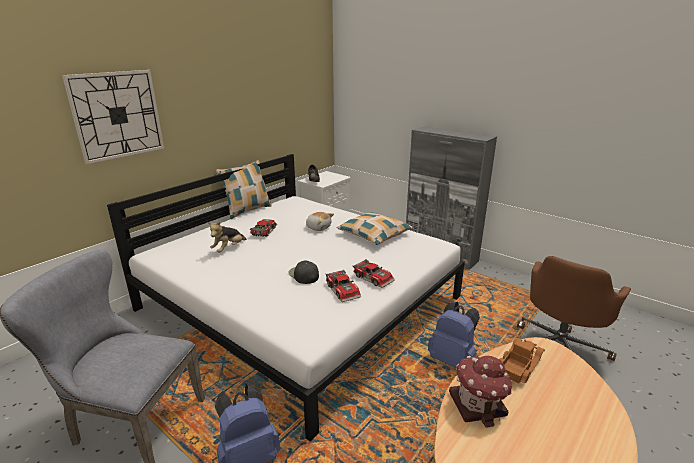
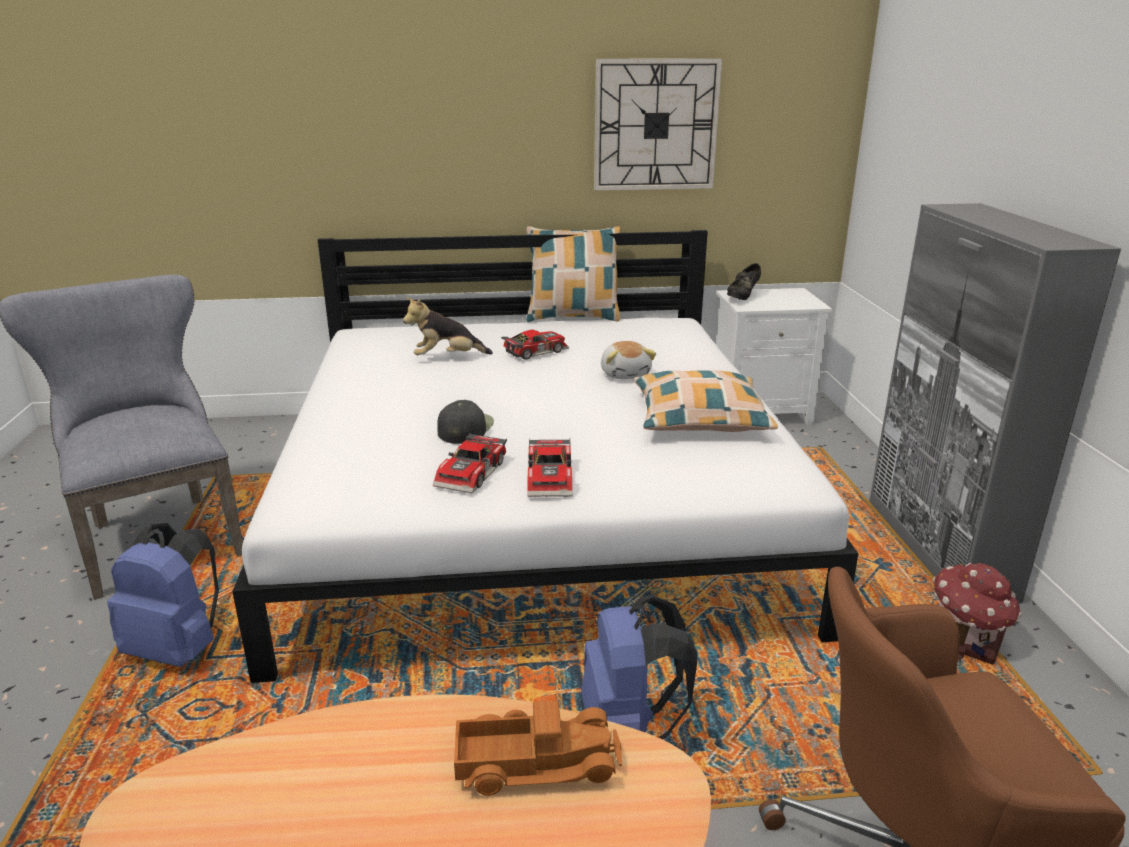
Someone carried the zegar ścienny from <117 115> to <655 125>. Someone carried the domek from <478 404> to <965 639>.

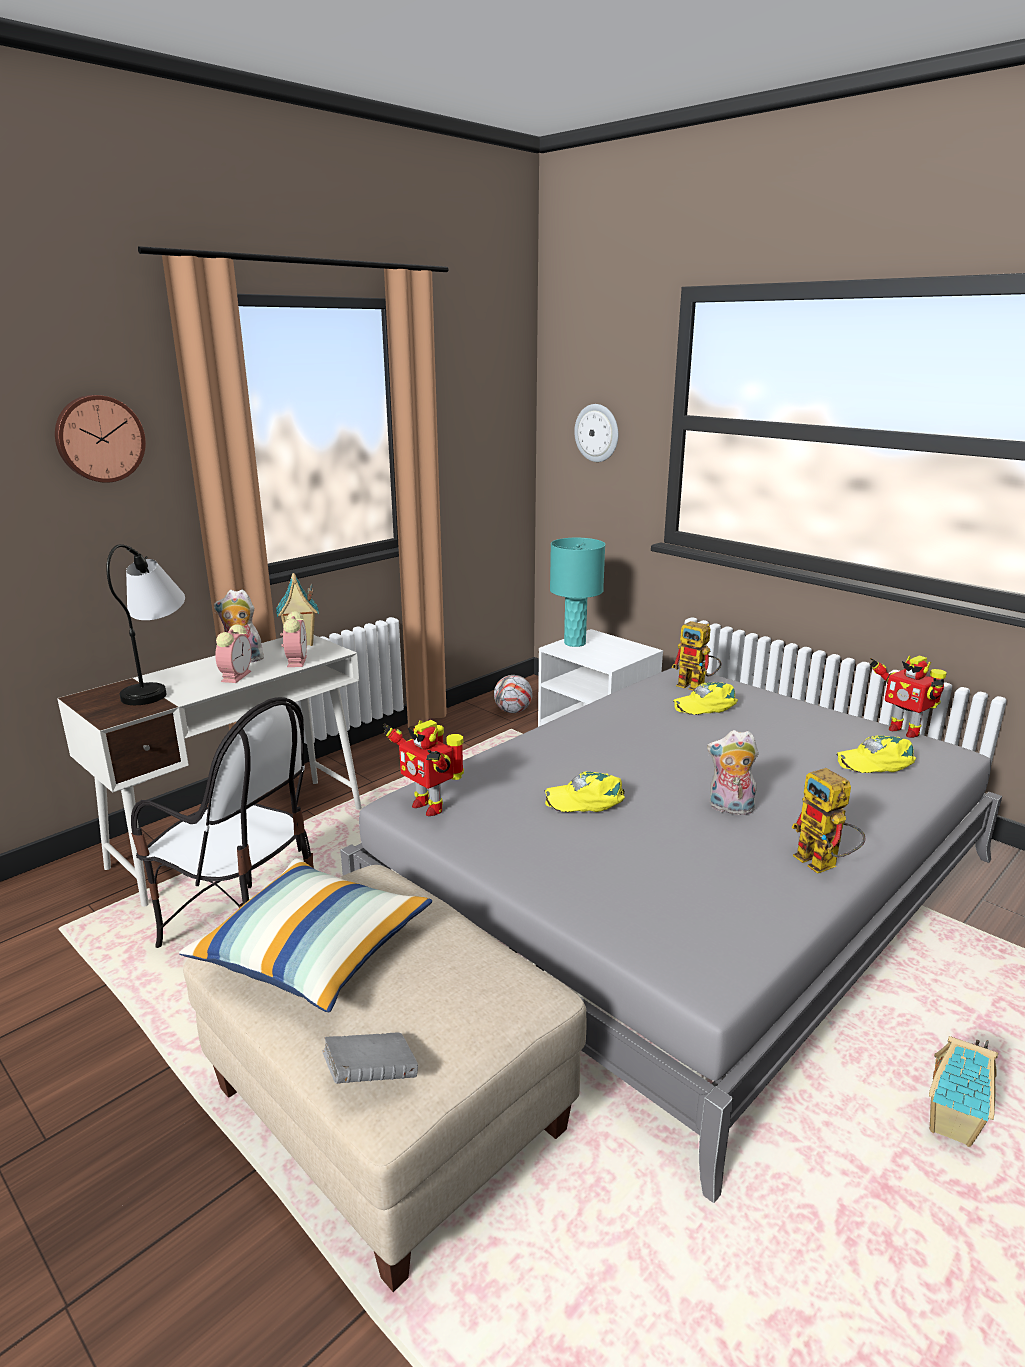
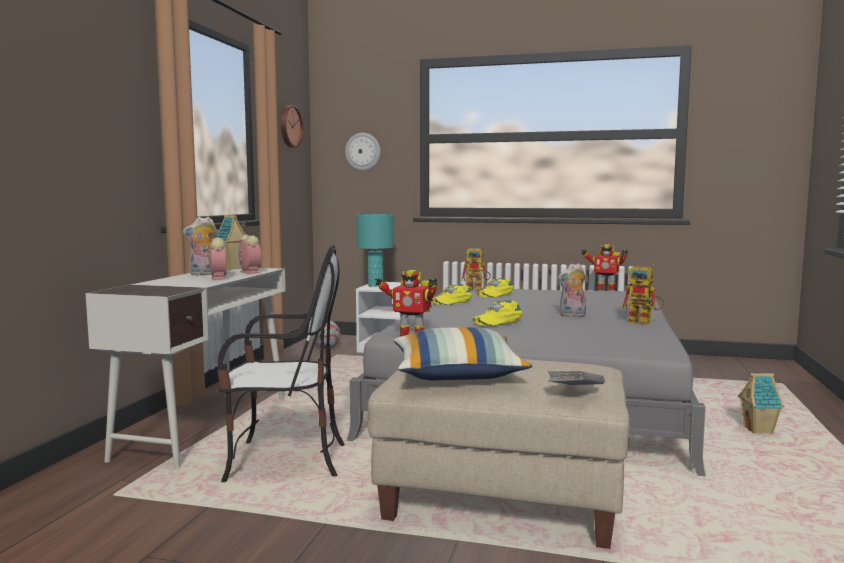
Someone carried the zegar ścienny from <99 438> to <289 126>. Someone took away the lampa stołowa at <160 685>. Someone carried the czapka z daszkiem/żółty from <876 761> to <452 301>.

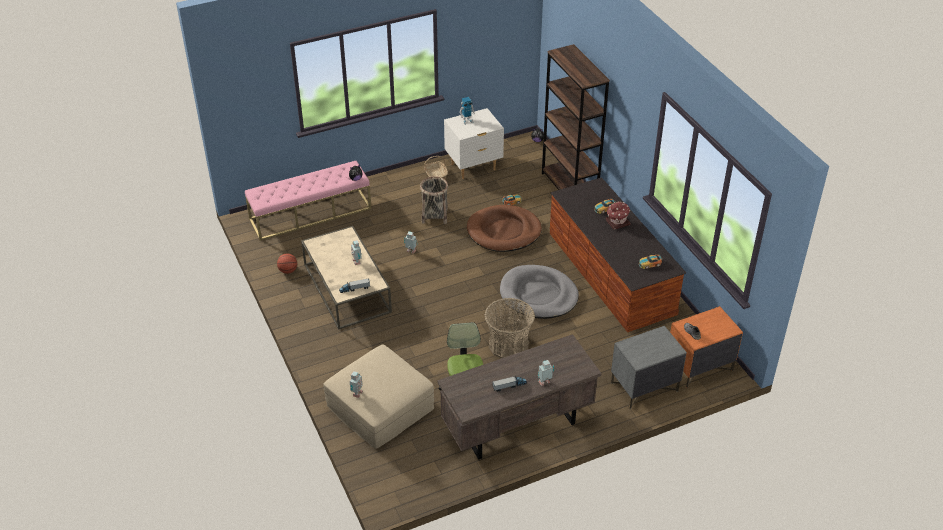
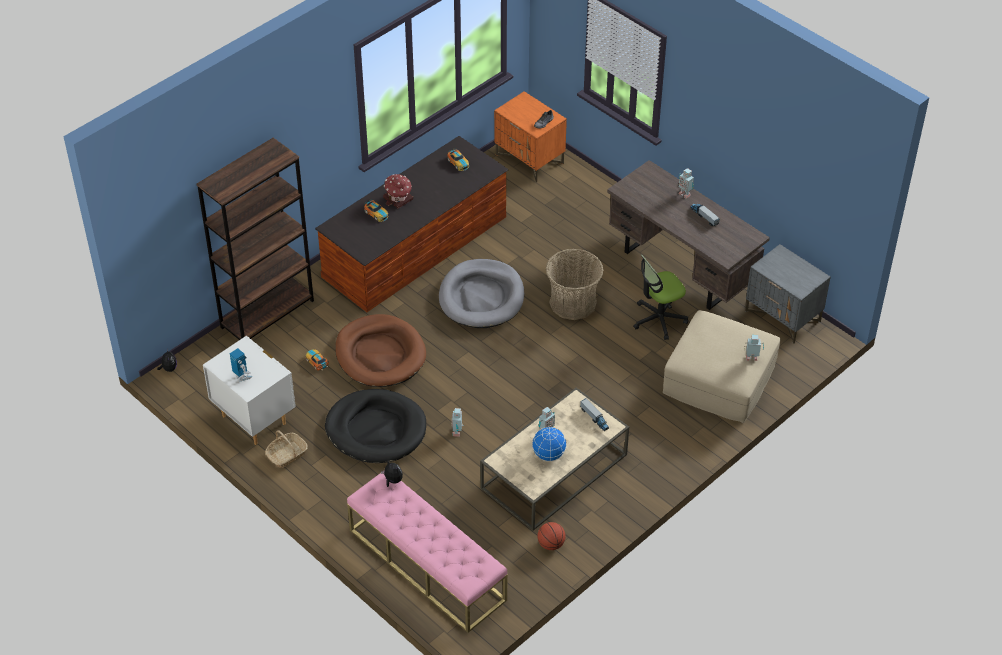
Someone swapped the koszyk at <435 215> for the legowisko/czarny at <376 429>. Someone carried the szafka nocna/szary from <644 387> to <783 316>. Someone put down the globus at <549 454>.

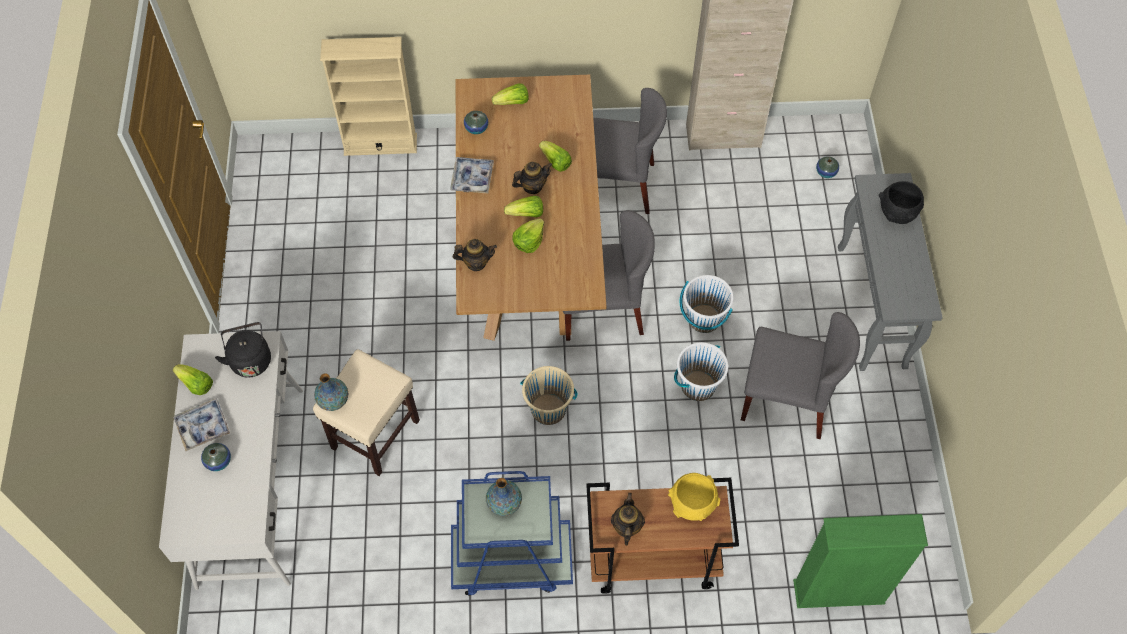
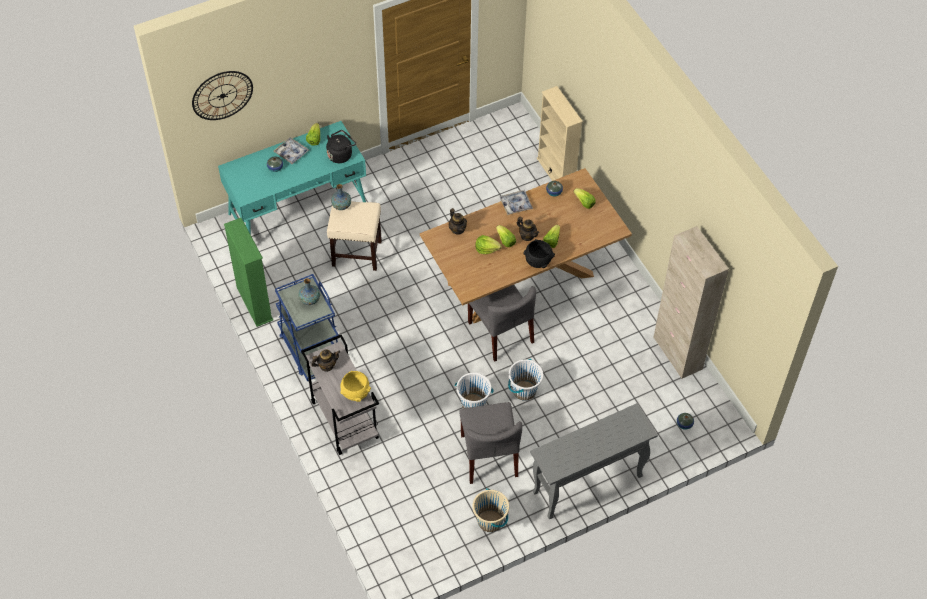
Someone repainted the biurko/biały at <251 484>, which became the biurko/turkusowy at <298 211>. Someone carried the wiadro/beżowy from <548 409> to <490 521>. Someone repainted the wózek/brązowy at <652 560>, which became the wózek/szary at <343 419>. Someone took away the krzesło/szary at <616 184>. Someone carried the regał/zielony from <838 592> to <254 304>. Someone carried the miska/czarny from <897 213> to <538 261>. Someone put up the zegar ścienny at <222 95>.

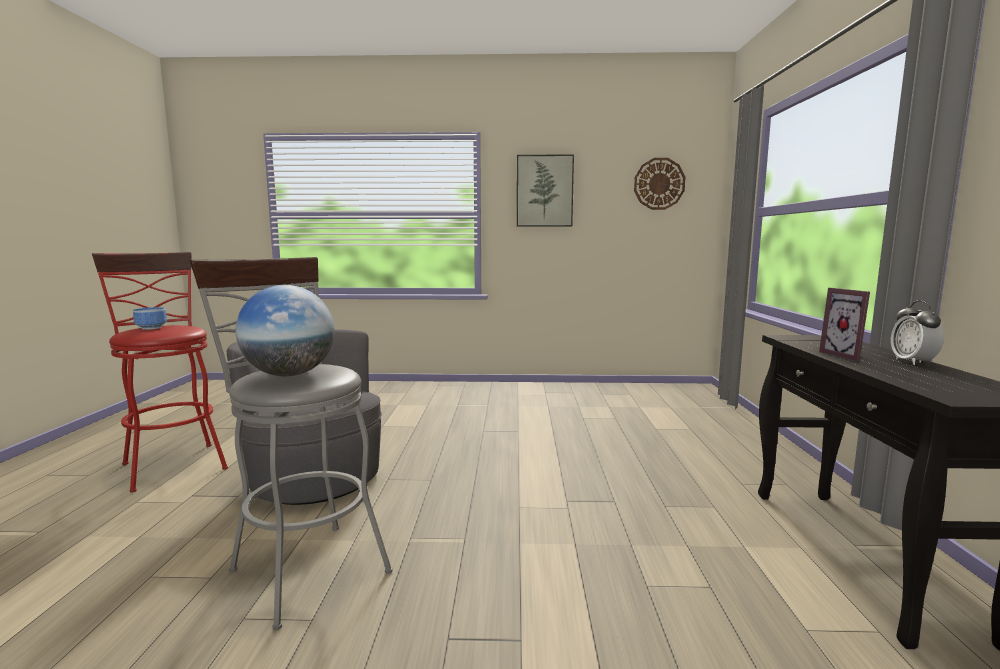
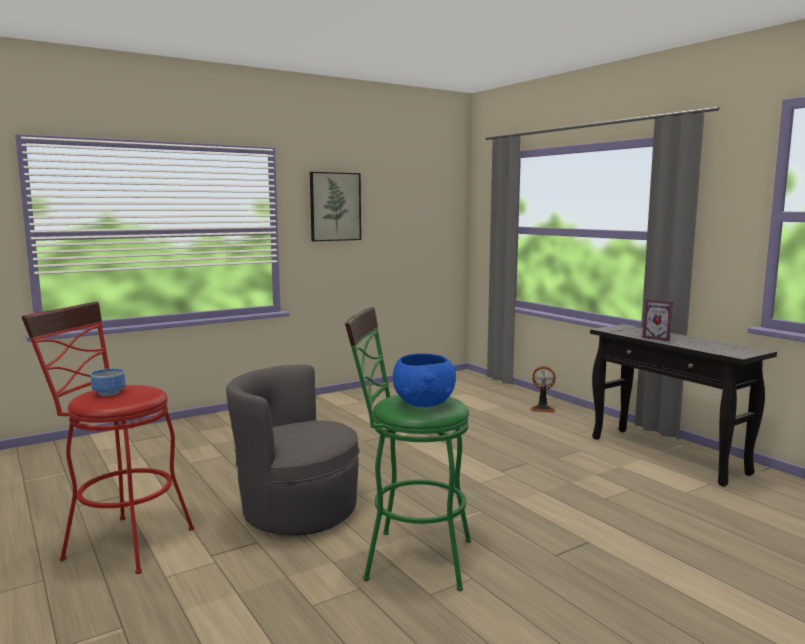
Someone repainted the stołek/szary at <304 565>, which became the stołek/zielony at <408 558>. Someone swapped the globus at <289 374> for the miska/niebieski at <425 403>. Someone took away the zegar ścienny at <659 184>. Someone took away the budzik at <912 362>. Someone put down the wentylator at <542 409>.

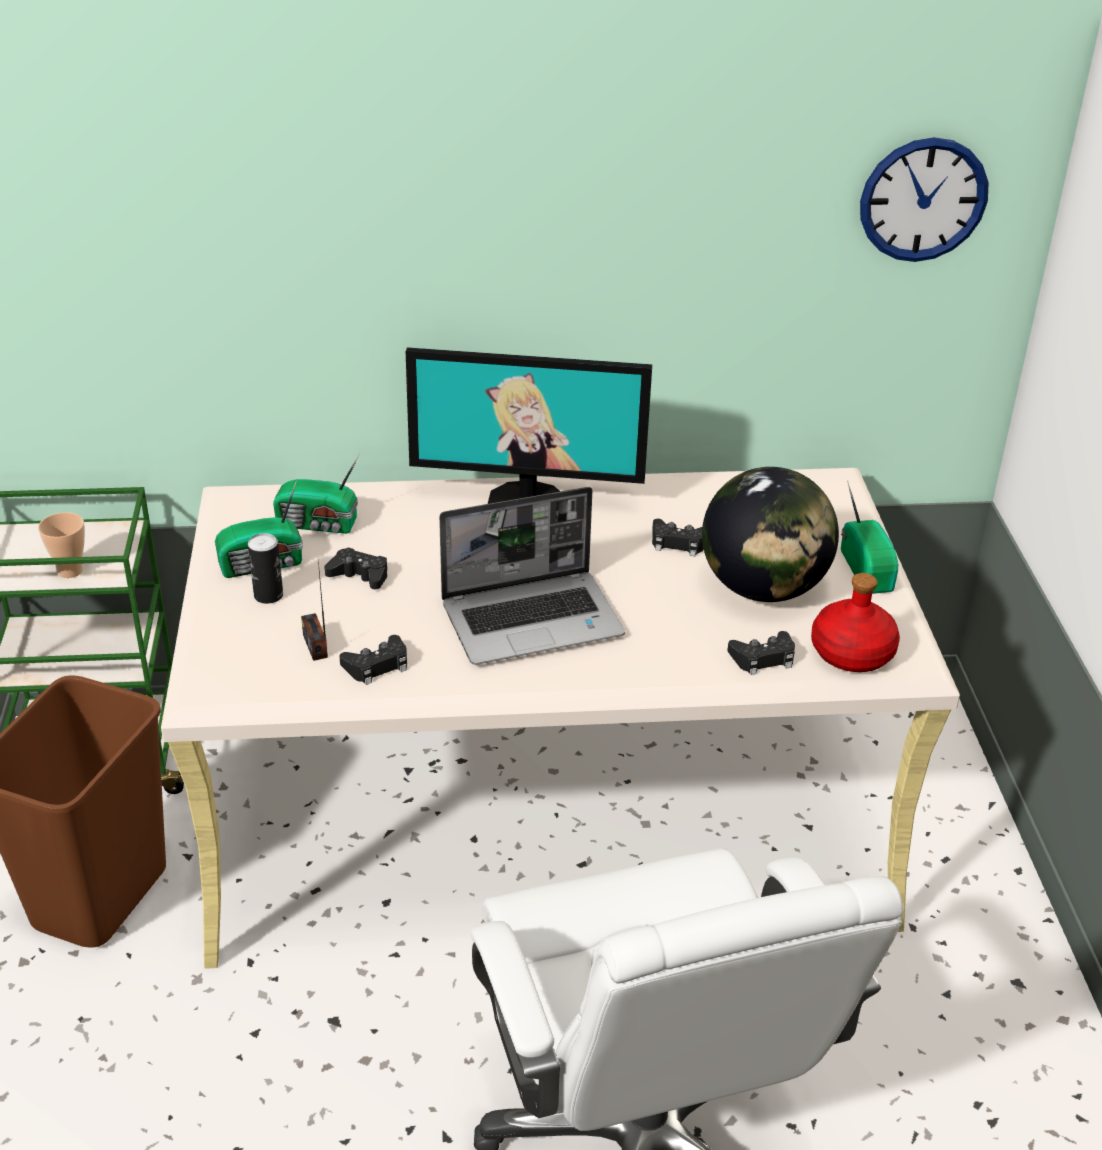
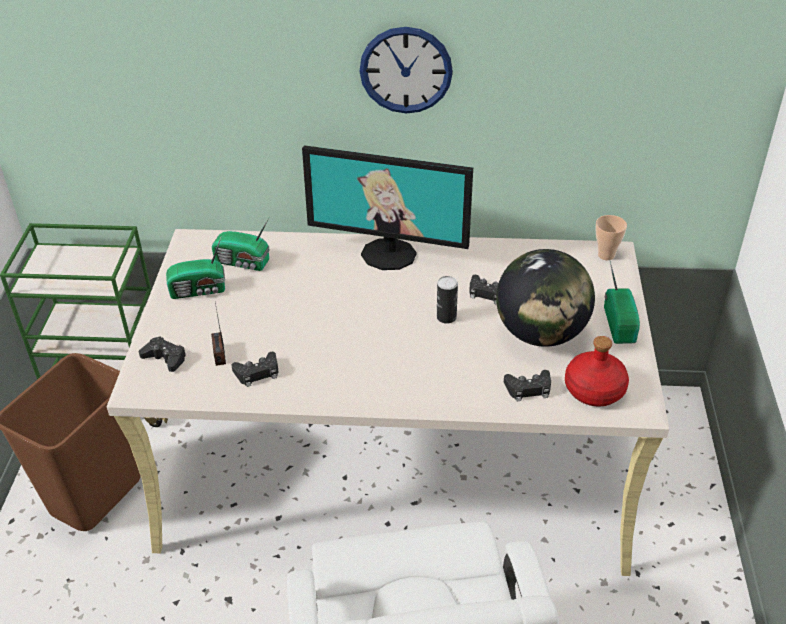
Someone carried the filiżanka from <70 571> to <606 255>. Someone carried the puszka from <268 595> to <446 317>. Someone carried the pad do gier/czarny from <359 575> to <165 358>. Someone took away the laptop at <533 619>. Someone carried the zegar ścienny from <923 200> to <406 70>.

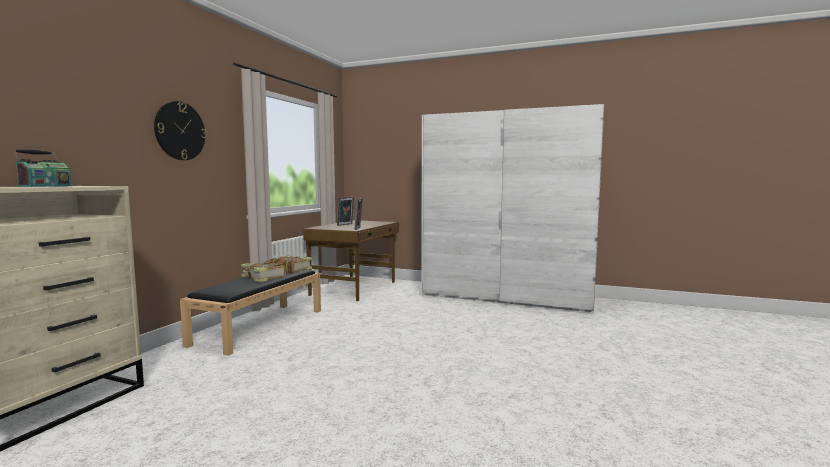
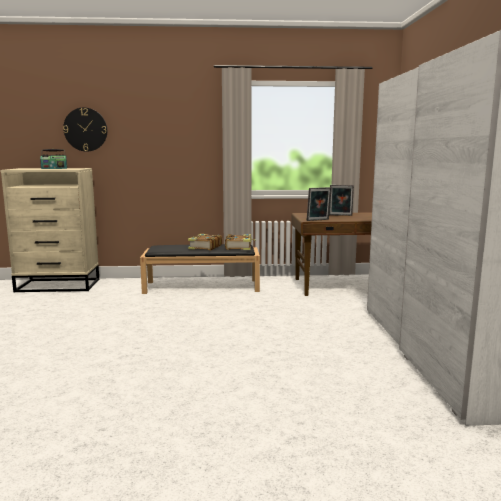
Someone carried the zegar ścienny from <180 131> to <85 129>.

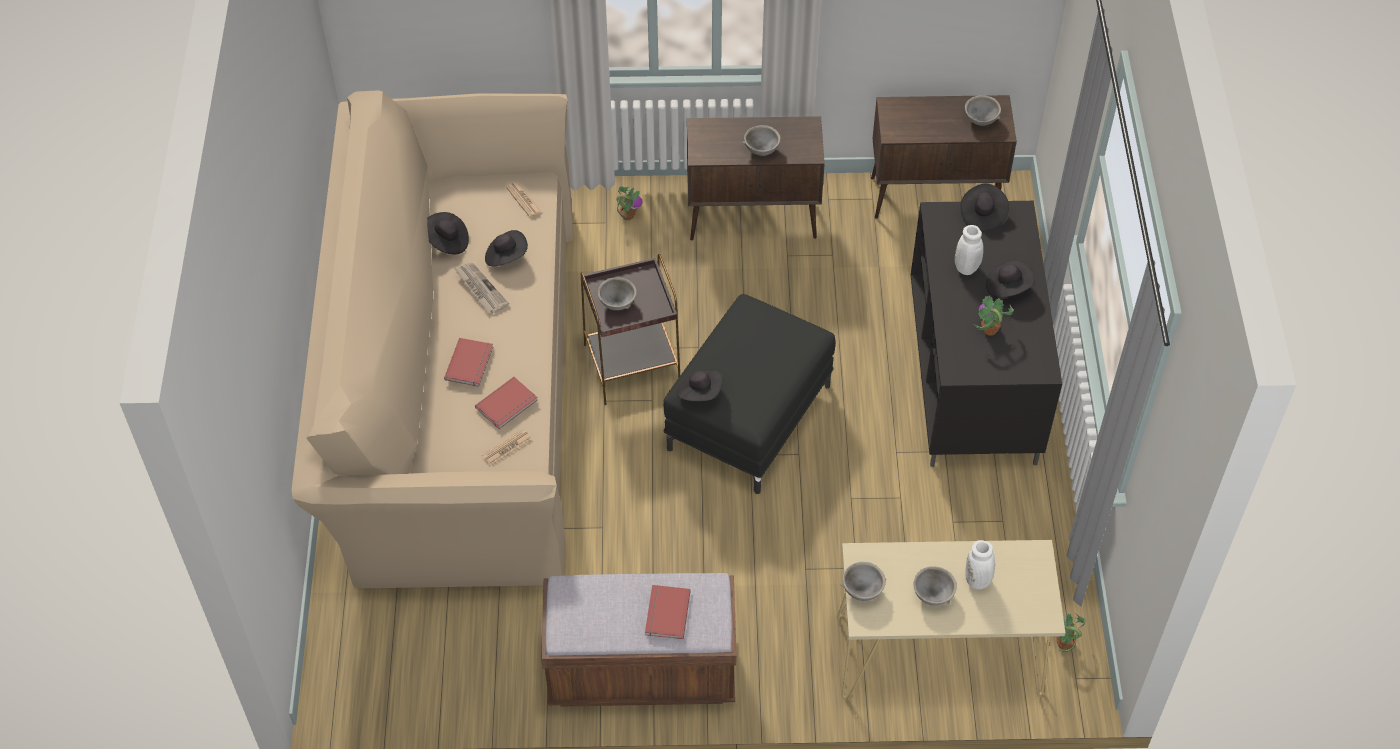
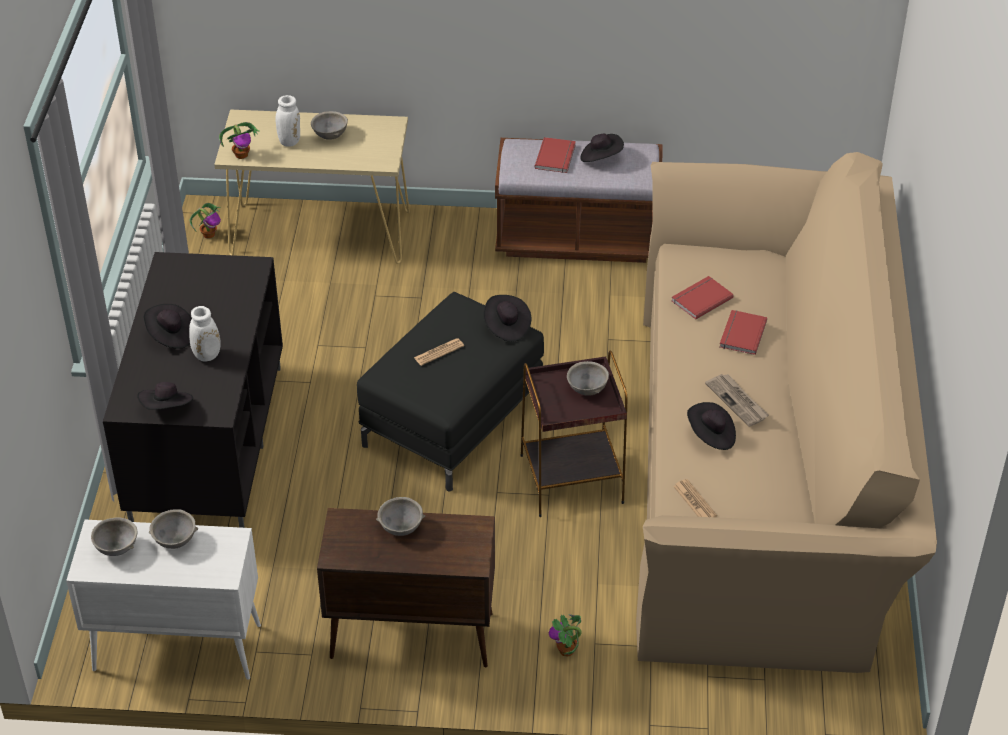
Someone carried the kapelusz/czarny from <447 241> to <601 158>. Someone carried the gazeta from <507 447> to <439 352>. Someone carried the miska/szary from <862 590> to <175 541>. Someone repainted the szafka/brązowy at <936 197>, which became the szafka/biały at <175 648>. Someone carried the roślina doniczkowa from <989 330> to <242 154>.

